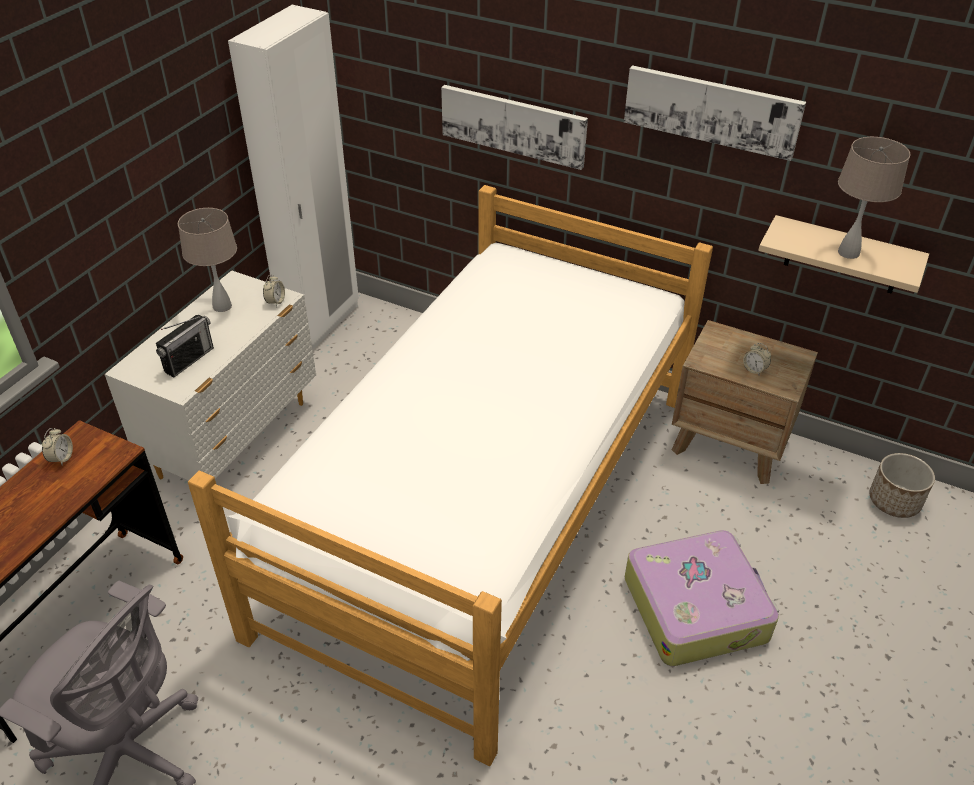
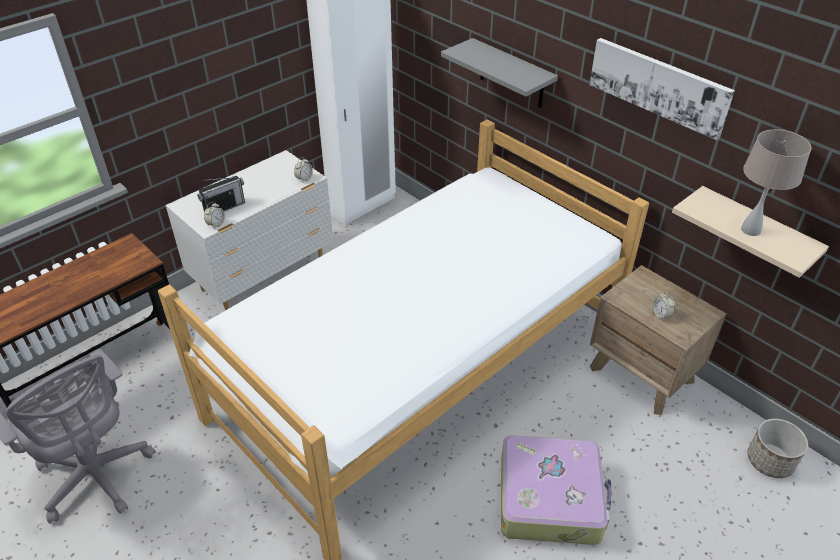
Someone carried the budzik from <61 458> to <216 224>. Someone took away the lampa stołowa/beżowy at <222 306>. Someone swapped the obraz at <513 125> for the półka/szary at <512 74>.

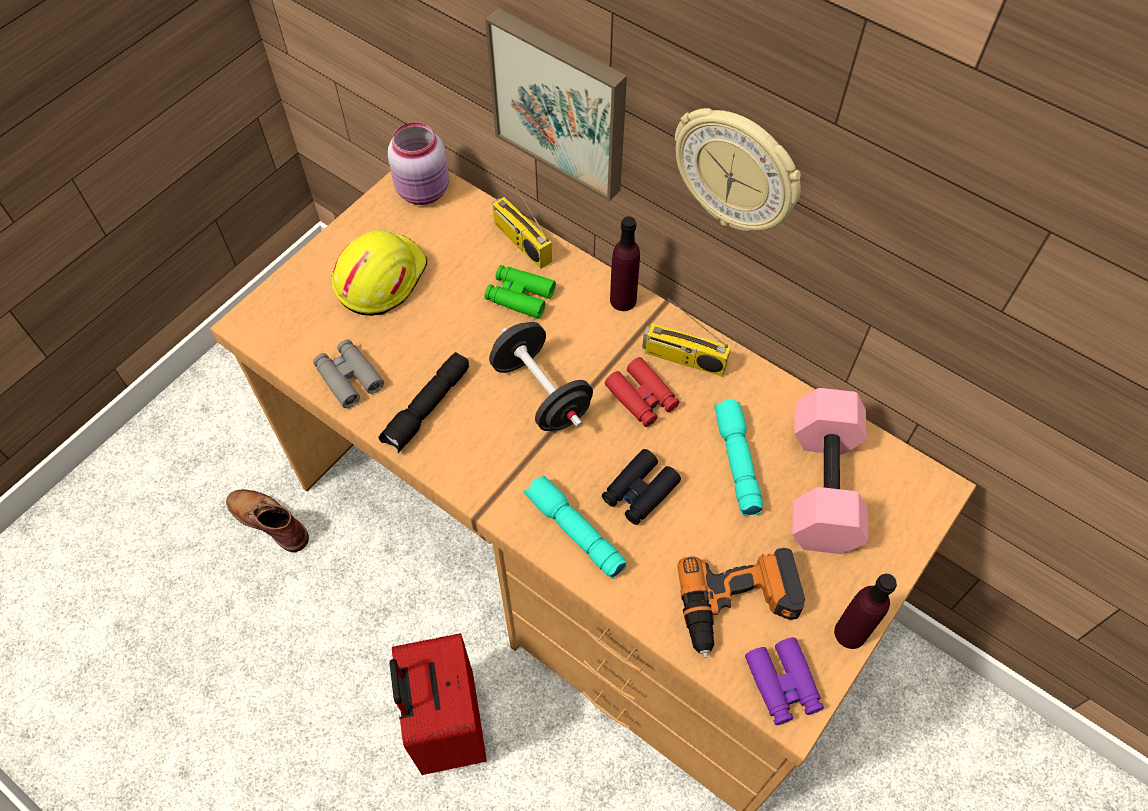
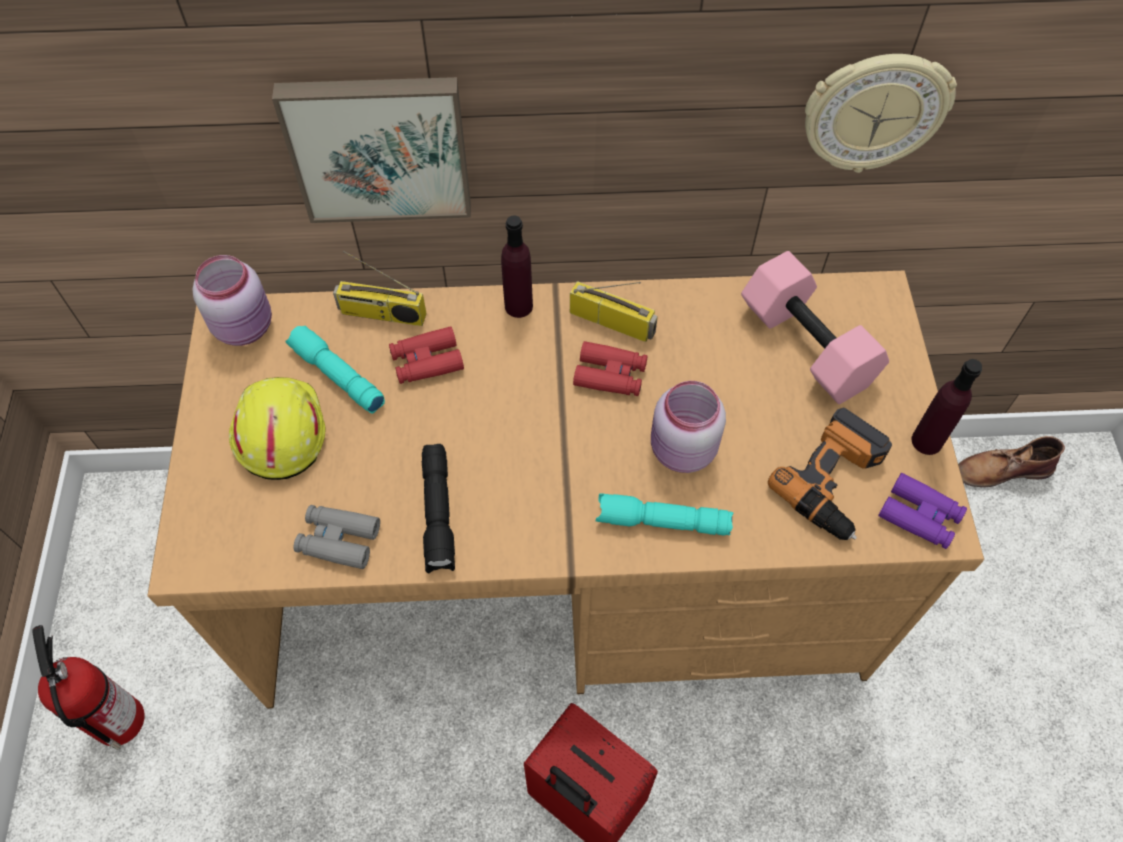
Someone carried the but z cholewką/brązowy from <268 520> to <1001 470>. Someone repainted the lornetka/zielony at <520 296>, which became the lornetka/czerwony at <426 361>. Someone took away the hantel/czarny at <541 393>. Someone swapped the lornetka/czarny at <640 491> for the słoik/różowy at <681 451>. Someone rotated the radio at <683 359> by 135 degrees counterclockwise. Someone carried the zegar ścienny from <737 171> to <874 112>. Someone carried the latarka/turkusowy from <736 461> to <336 376>. Someone put down the gaśnica at <117 719>.

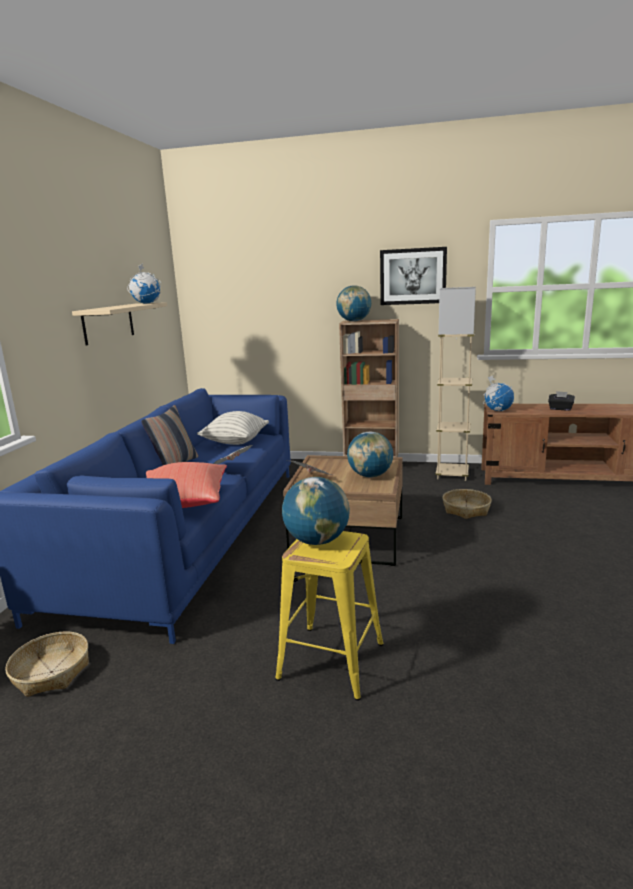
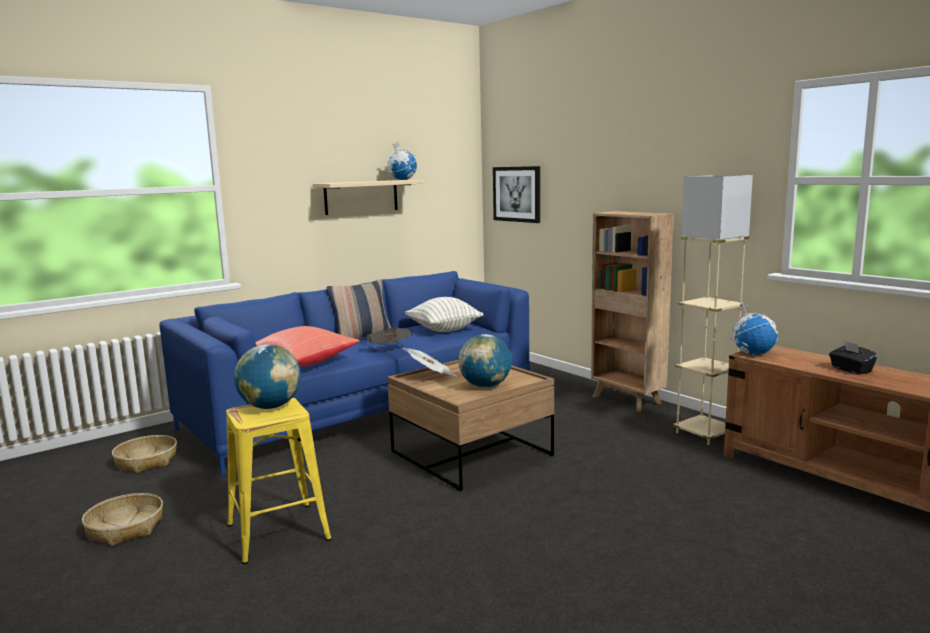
Someone took away the globus at <354 321>. Someone carried the obraz from <413 276> to <517 194>. Someone carried the koszyk from <466 509> to <126 528>.

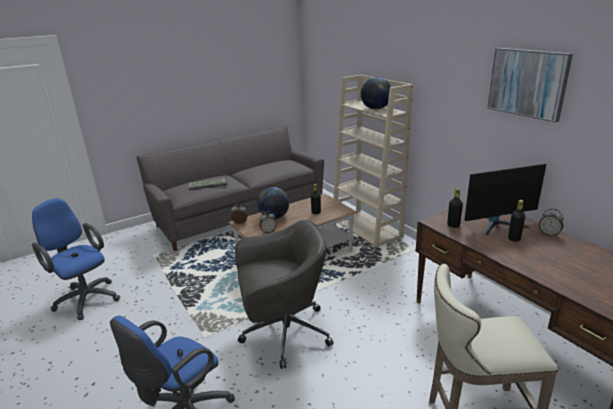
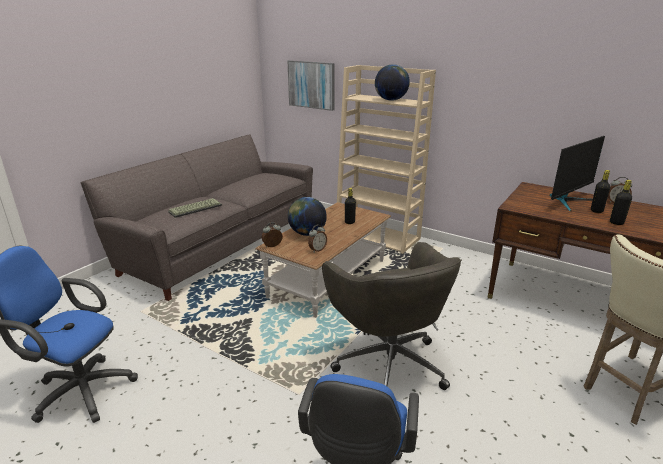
Someone rotated the krzesło biurowe/szary at <283 333> by 105 degrees clockwise. Someone carried the butelka/czarny from <453 225> to <616 223>. Someone carried the obraz from <527 83> to <311 85>.

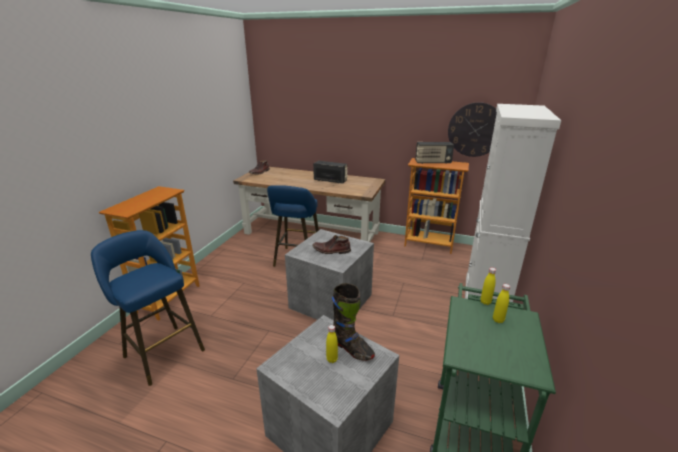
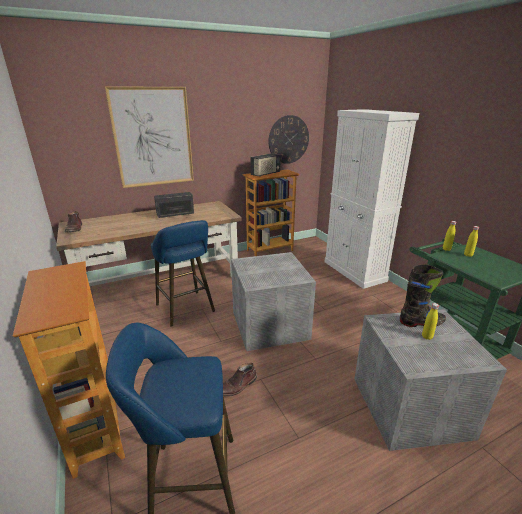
Someone carried the but z cholewką/brązowy from <331 251> to <237 386>. Someone put up the obraz at <153 137>.

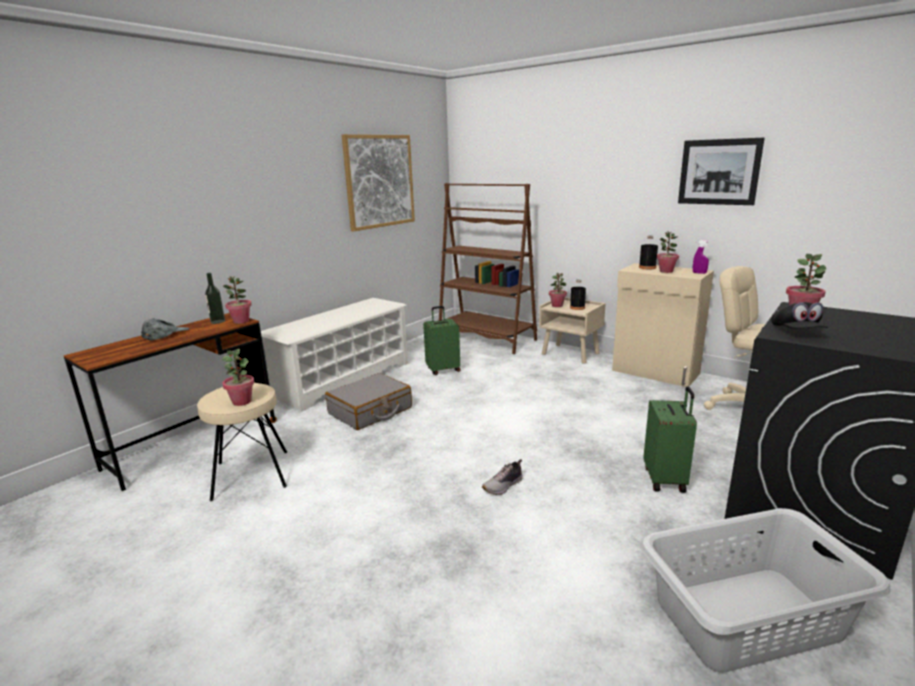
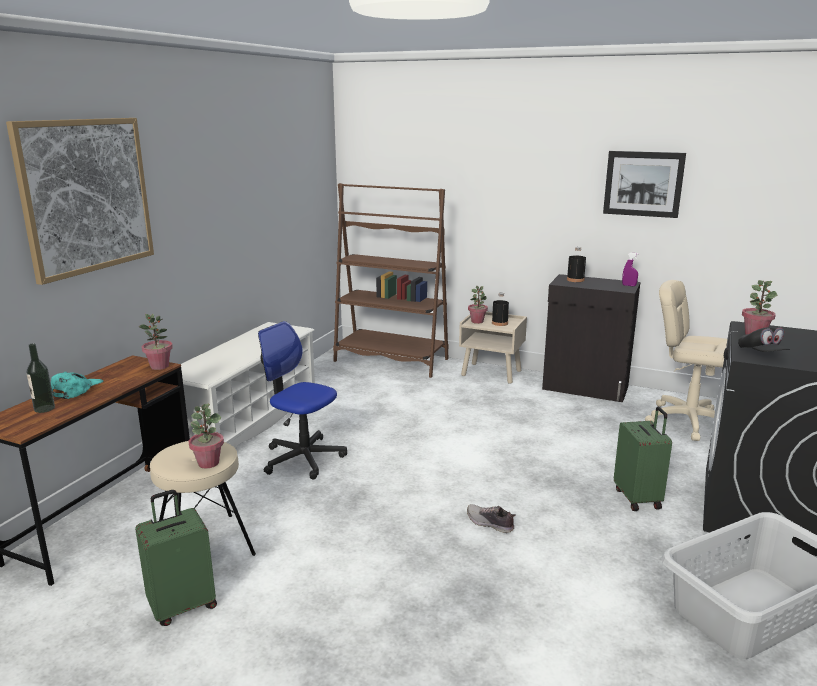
Someone repainted the czapka z daszkiem/szary at <165 334>, which became the czapka z daszkiem/turkusowy at <76 389>. Someone carried the butelka from <218 321> to <44 409>. Someone swapped the walizka/szary at <370 411> for the krzesło biurowe at <303 458>. Someone carried the obraz from <379 181> to <86 196>. Someone carried the walizka/zielony from <443 370> to <182 606>. Someone rotated the but at <503 486> by 90 degrees clockwise. Someone repainted the szafka/beżowy at <655 372>, which became the szafka/czarny at <585 388>. Someone took away the roślina doniczkowa at <666 271>.

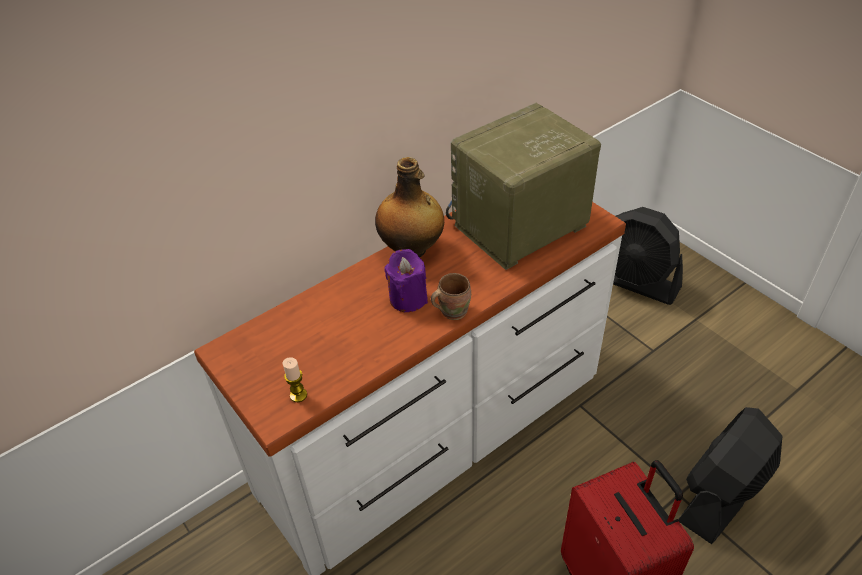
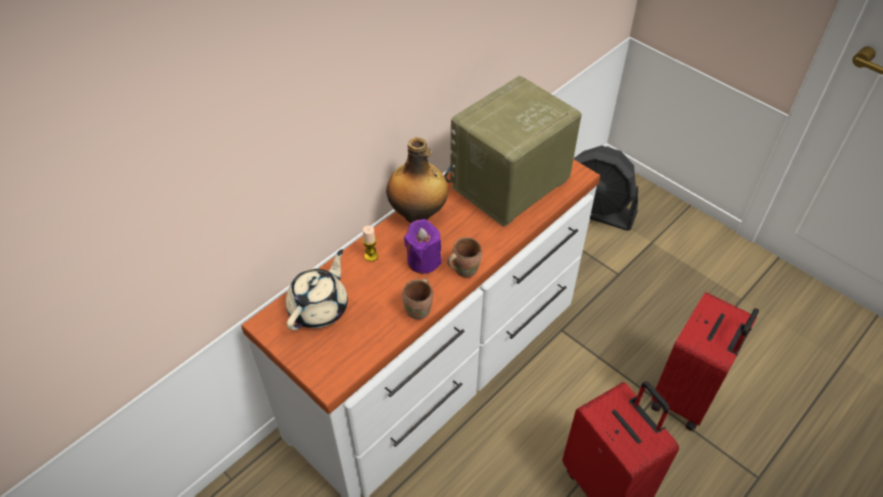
Someone carried the świeca from <298 395> to <371 256>. Someone swapped the wentylator/czarny at <721 494> for the walizka/czerwony at <687 396>. Someone put down the imbryk/beżowy at <319 307>. Someone put down the kubek/brązowy at <420 309>.

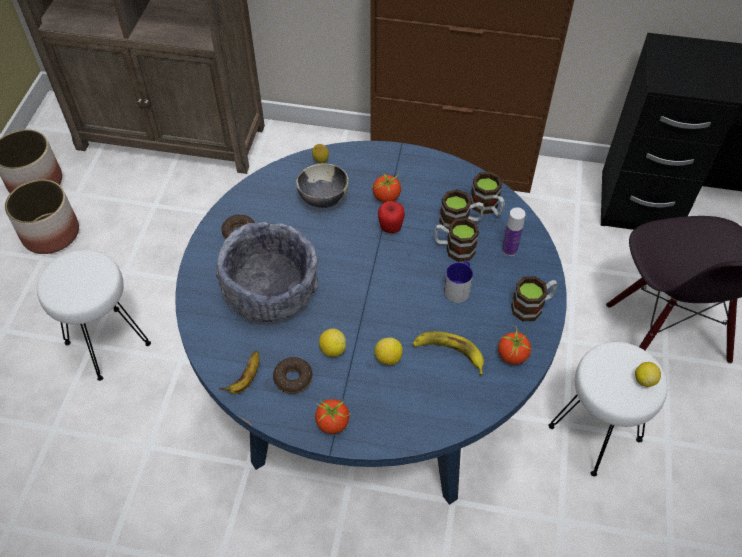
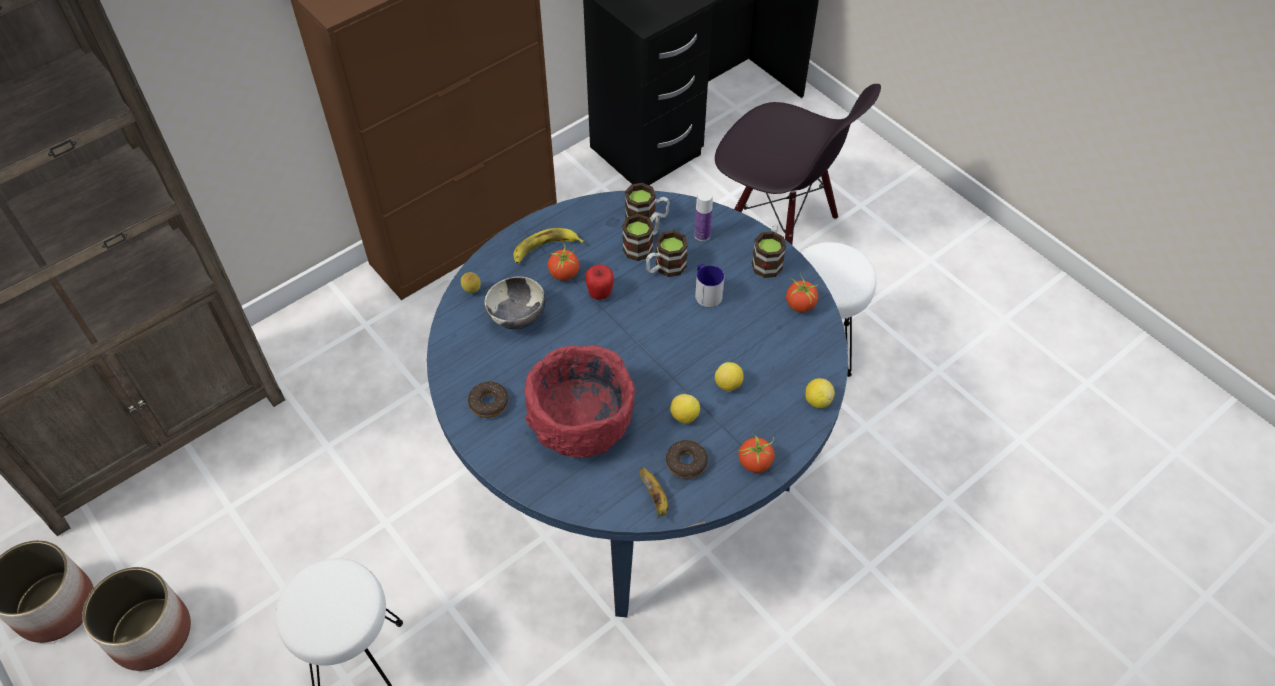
Someone repainted the miska/szary at <271 292>, which became the miska/czerwony at <581 422>. Someone carried the banan from <449 353> to <545 249>. Someone carried the cytryna from <644 380> to <817 400>.

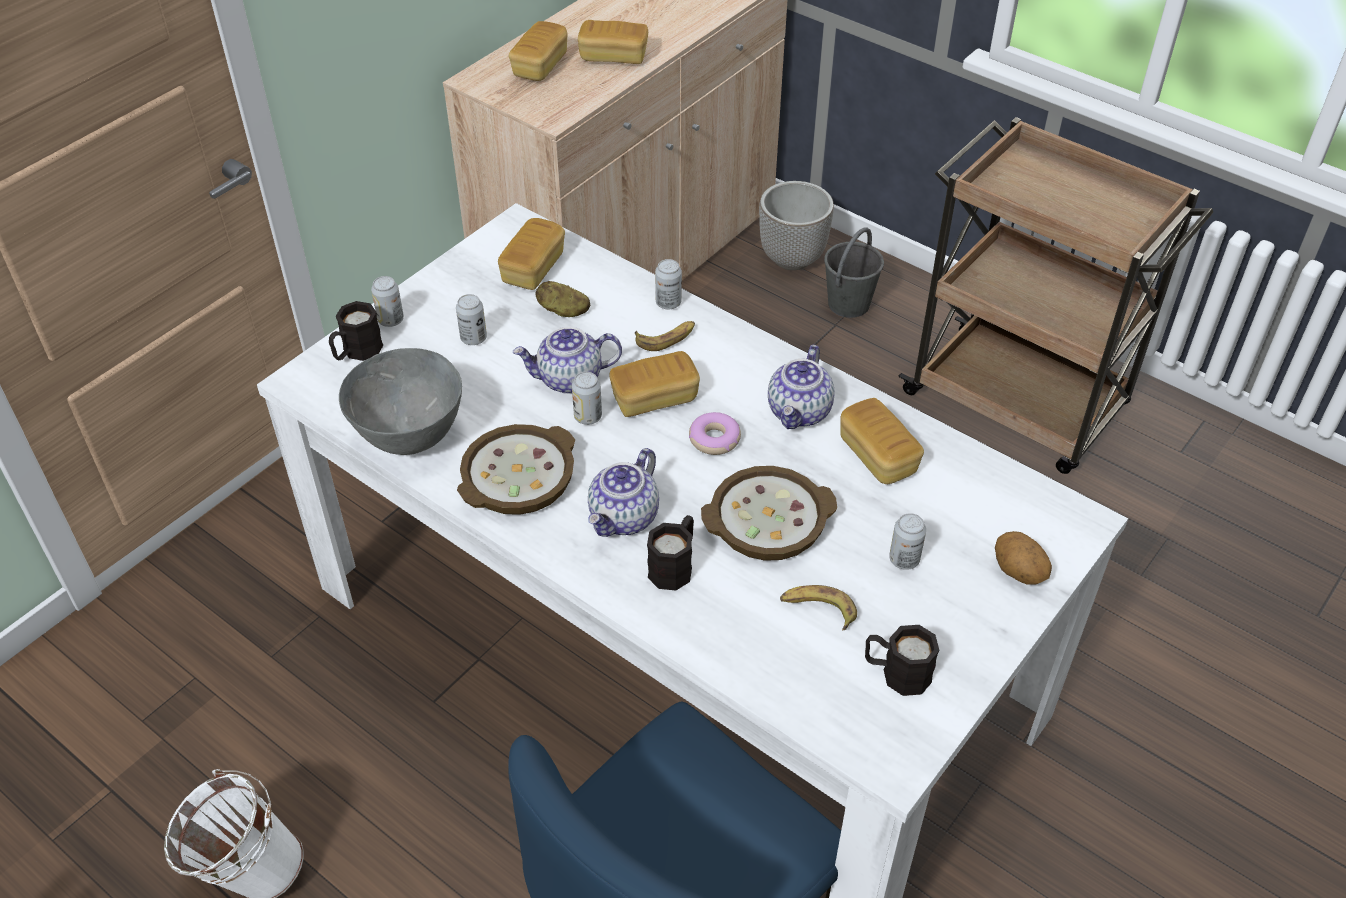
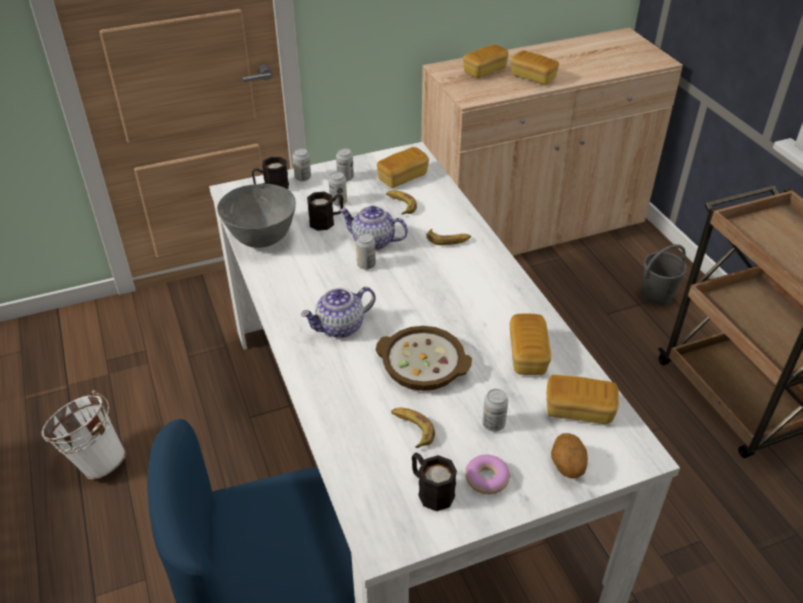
Someone took away the miska at <517 479>. Someone swapped the ziemniak at <563 311> for the banan at <400 205>. Someone carried the chleb from <654 398> to <579 410>. Someone carried the kubek/czarny from <675 565> to <327 221>. Someone carried the puszka from <668 303> to <345 178>. Someone carried the donut from <714 439> to <487 478>. Someone took away the donica at <793 259>. Someone took away the imbryk at <800 412>.

